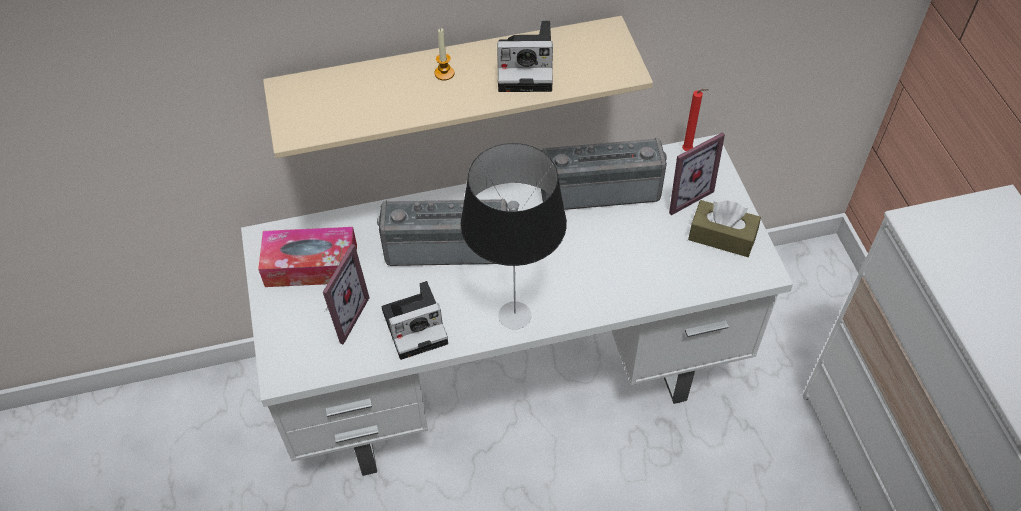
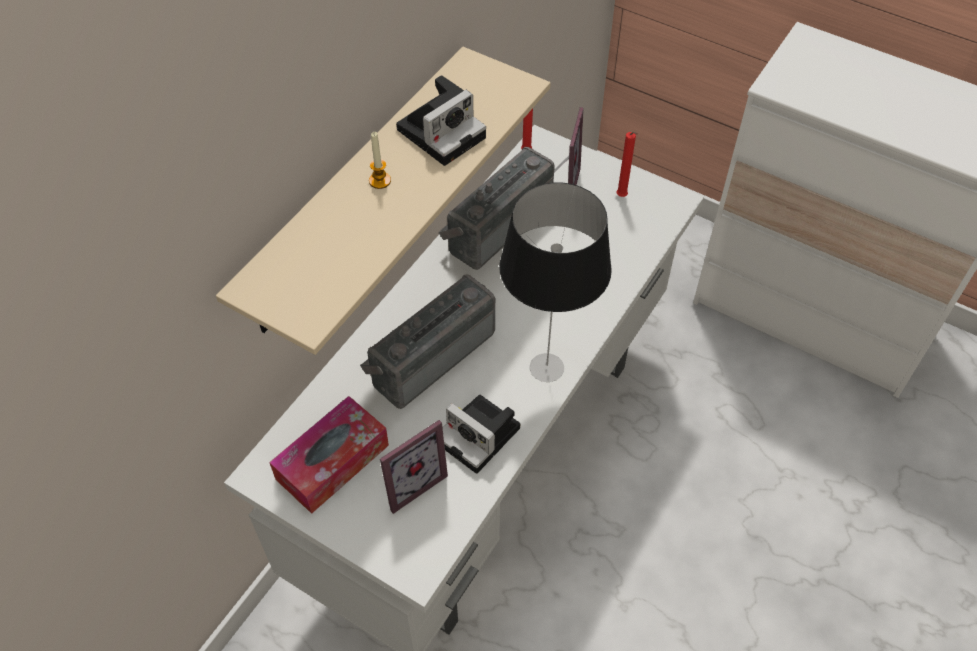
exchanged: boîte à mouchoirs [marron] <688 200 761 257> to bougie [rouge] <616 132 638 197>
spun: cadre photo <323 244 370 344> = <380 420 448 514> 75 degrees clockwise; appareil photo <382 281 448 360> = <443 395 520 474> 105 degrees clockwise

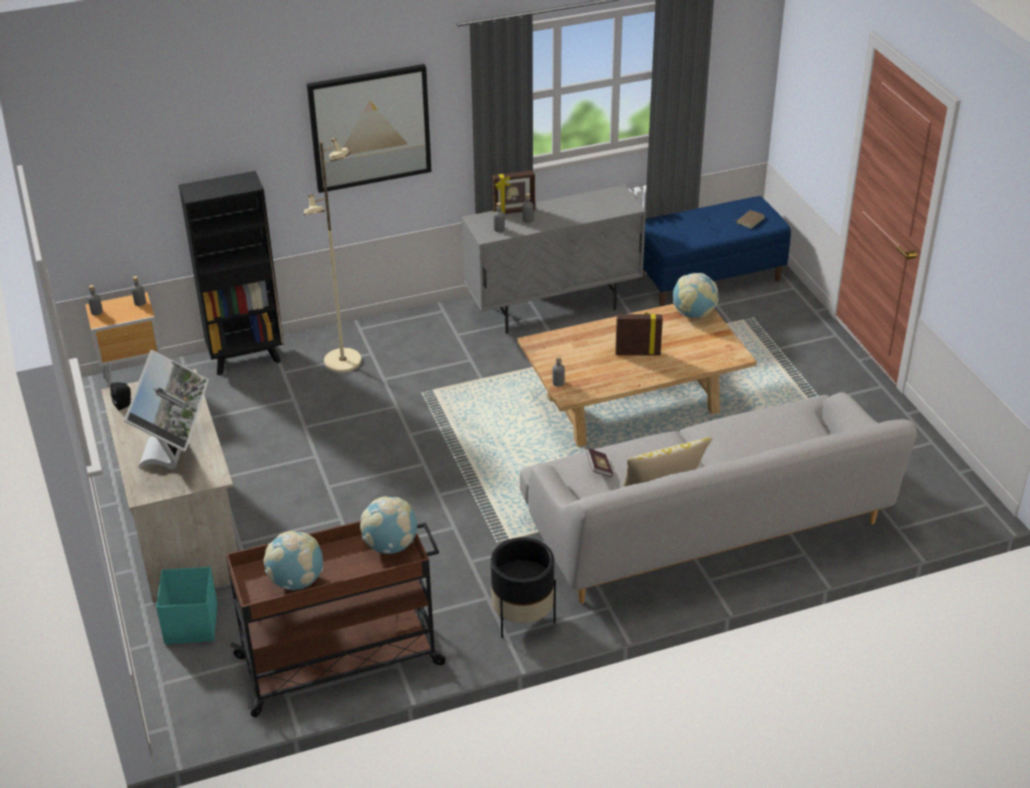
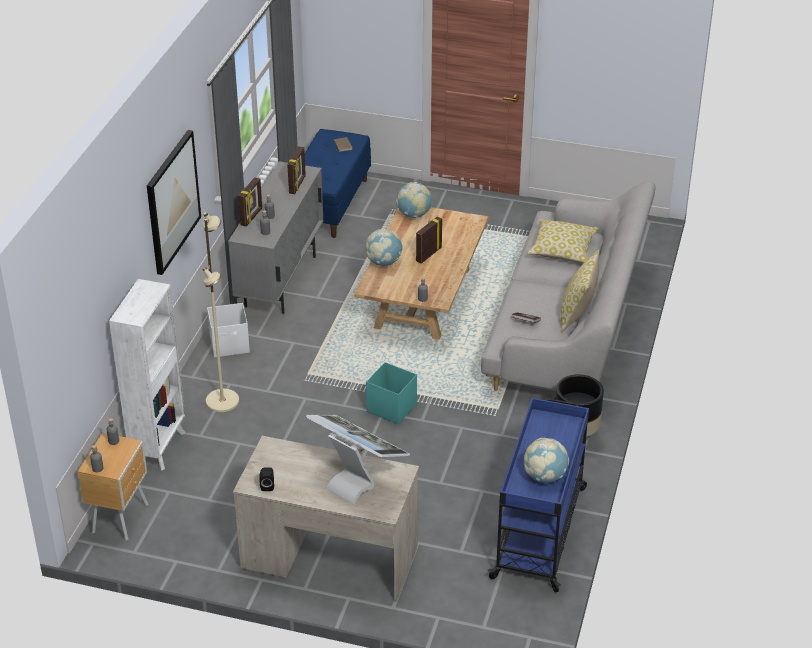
appeared: cadre photo <287 146 306 194>; coussin <528 219 599 263>; boîte de rangement [blanc] <207 303 250 357>
relocated: globe <360 497 417 554> to <365 229 403 266>; boîte de rangement [turquoise] <156 567 218 645> to <366 362 417 424>
colour: bibliothèque [noir] <179 171 284 376> to bibliothèque [blanc] <109 279 186 470>; chariot [marron] <226 521 446 717> to chariot [bleu] <487 398 589 593>

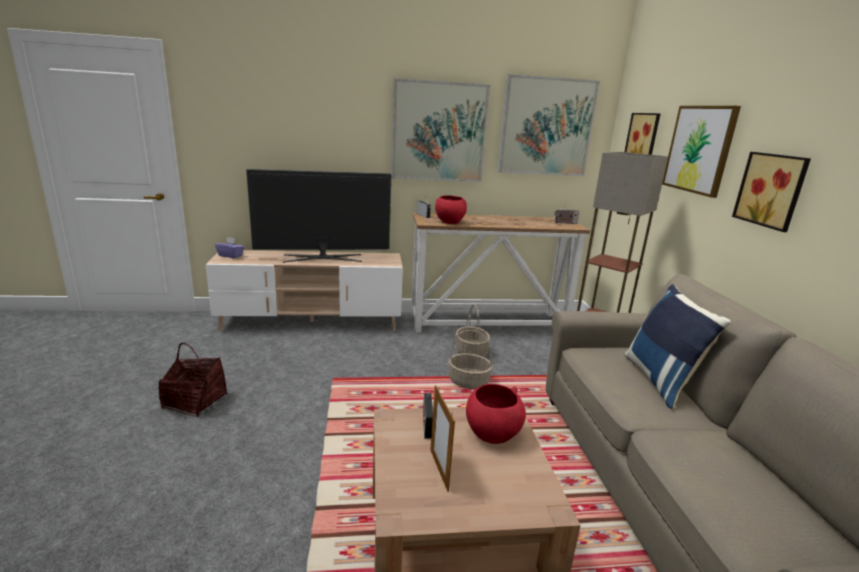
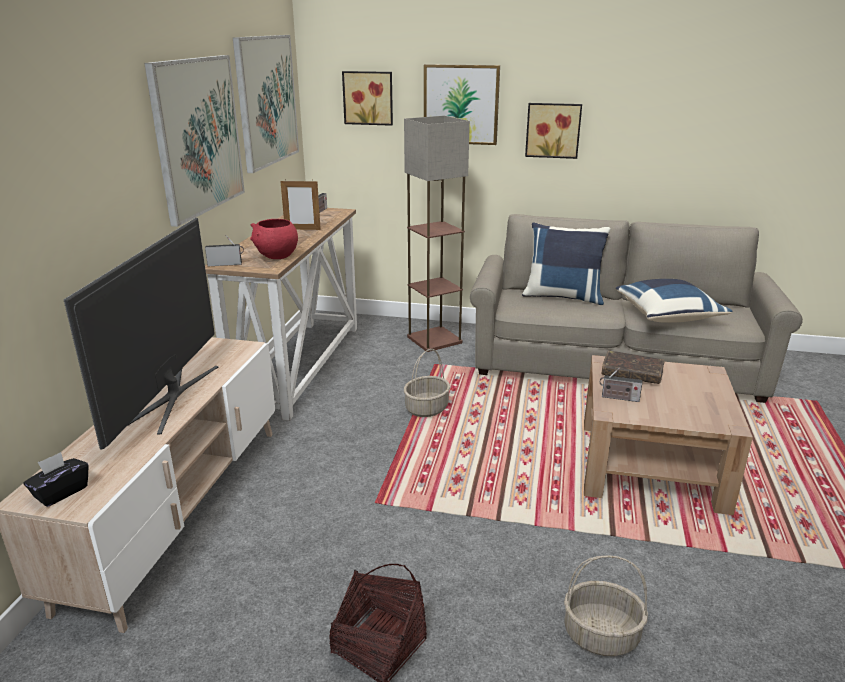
appeared: coussin [bleu] <616 279 732 323>
relocated: panier <456 304 490 357> to <564 555 648 656>; cadre photo <430 385 455 492> to <280 179 321 230>
exchanged: bol [rouge] <466 383 526 444> to livre [marron] <602 351 665 384>
colour: boîte à mouchoirs [violet] <215 237 244 259> to boîte à mouchoirs [noir] <23 452 88 507>

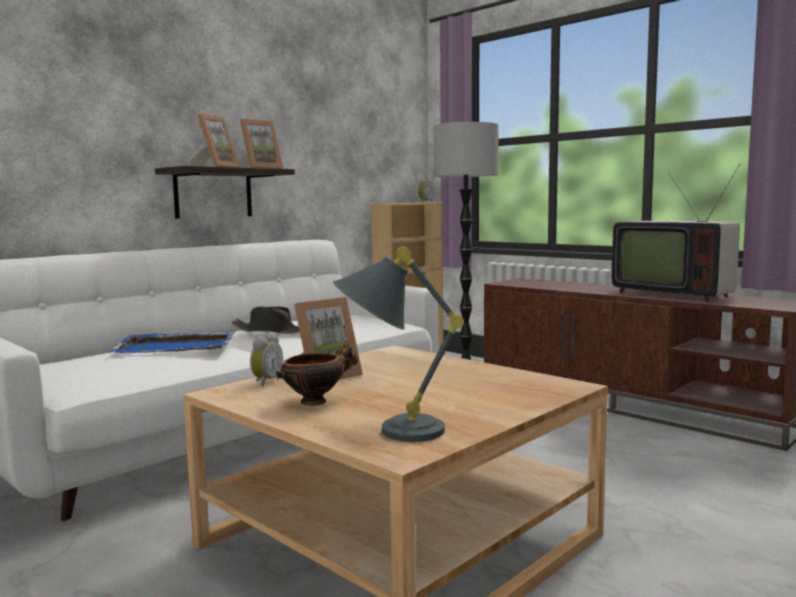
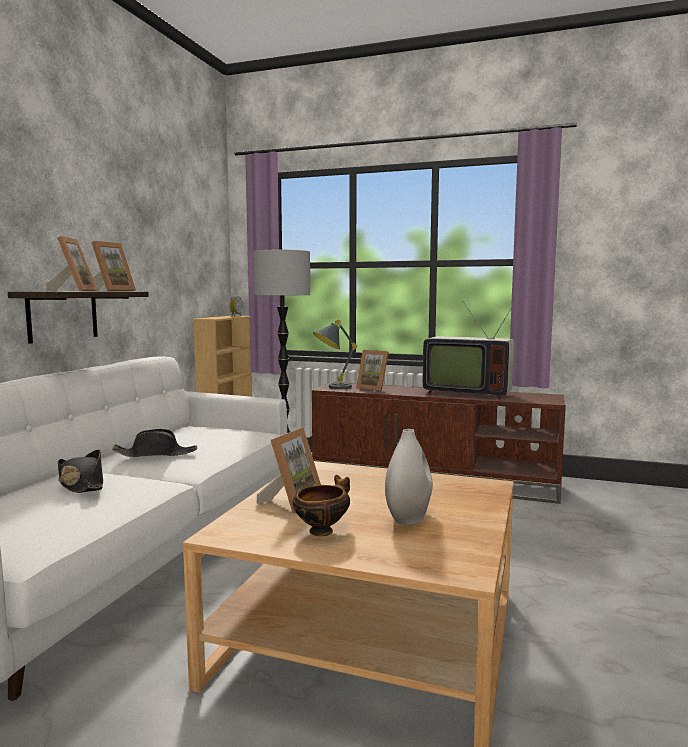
missing: réveil <250 333 283 386>
appeared: cadre photo <356 350 388 391>; vase [blanc] <385 429 433 525>
relocated: lampe de table [gris] <333 247 464 442> to <313 319 357 389>
exchanged: plateau [bleu] <108 332 235 353> to chapeau [noir] <58 449 103 493>

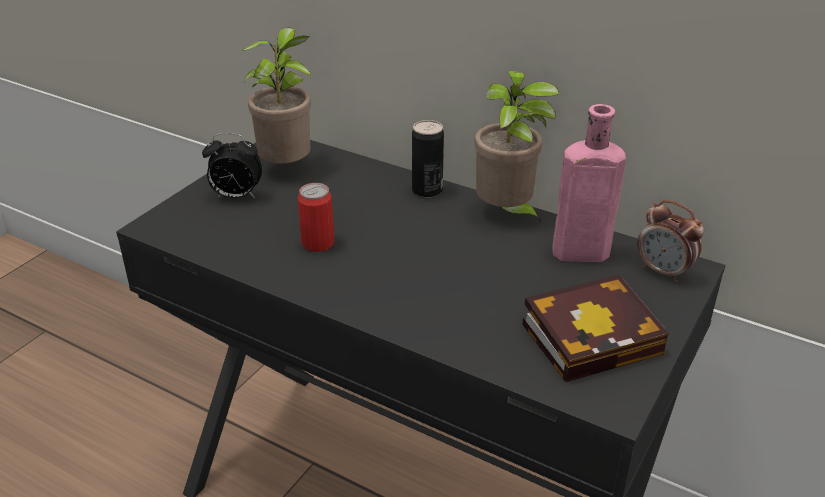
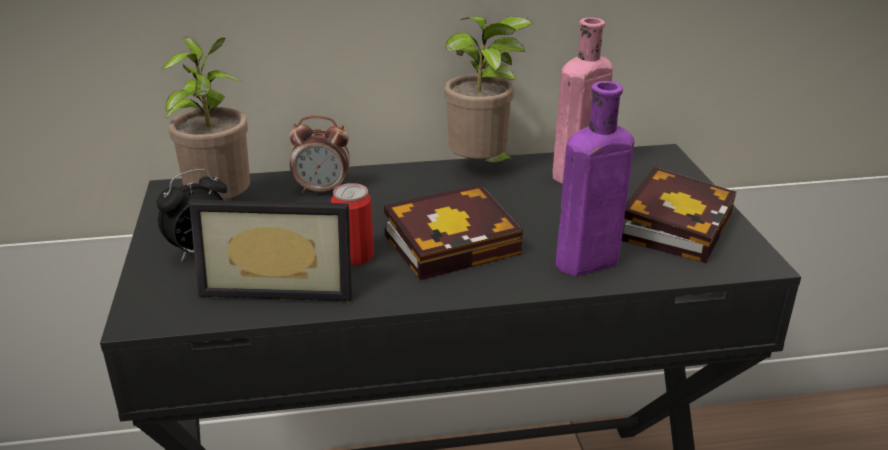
missing: boîte métallique <412 120 444 198>
appeared: bouteille [violet] <556 81 634 276>; livre <384 184 523 280>; cadre photo <189 200 352 301>
relocated: réveil <637 200 704 283> to <289 116 350 193>

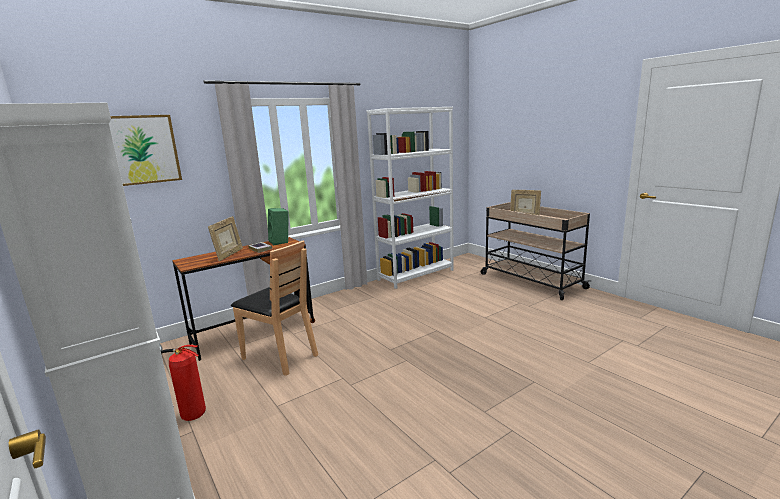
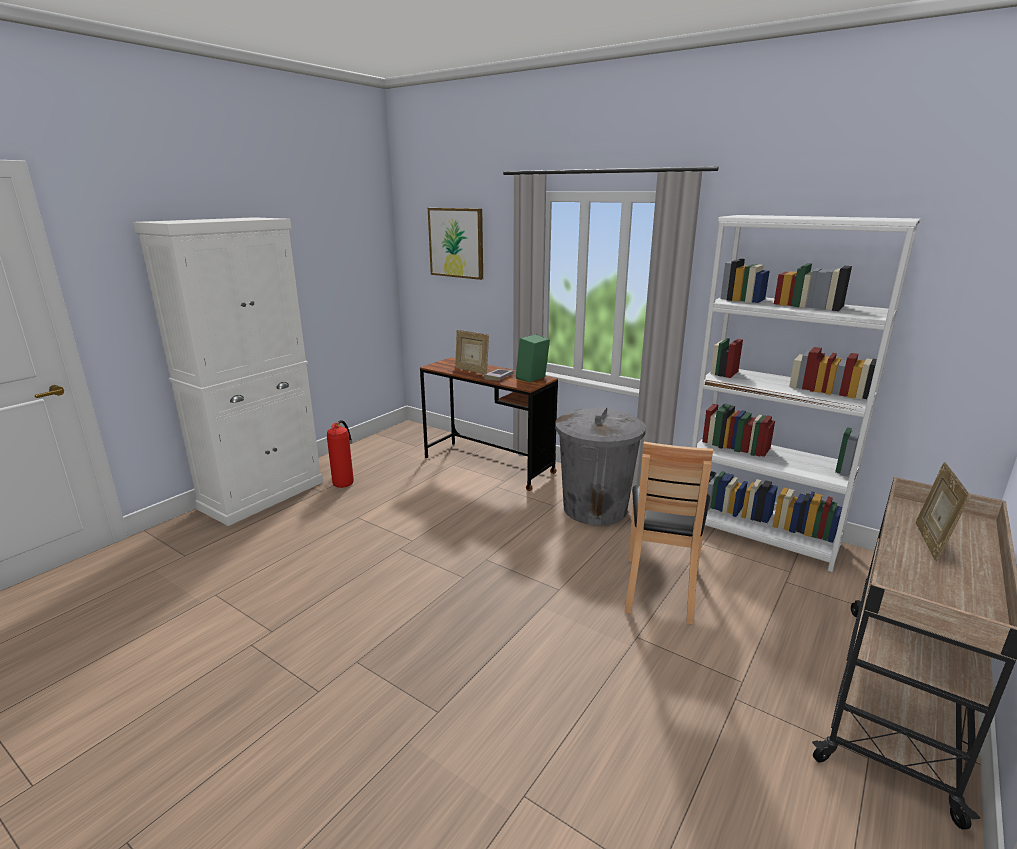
appeared: poubelle [gris] <555 407 646 525>
relocated: chaise [marron] <231 241 318 376> to <624 442 713 625>
spun: cadre photo <208 216 243 261> = <455 330 489 374> 45 degrees clockwise

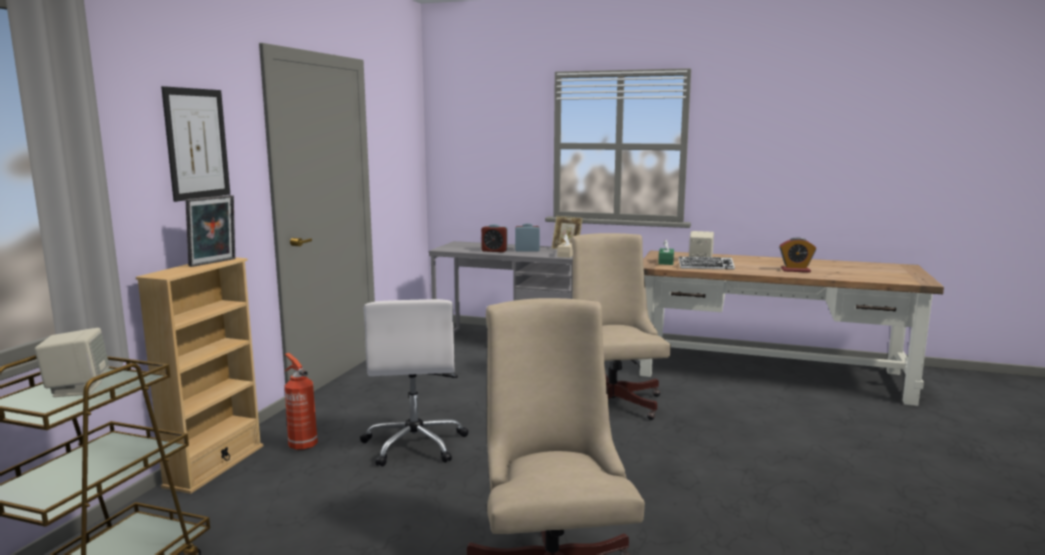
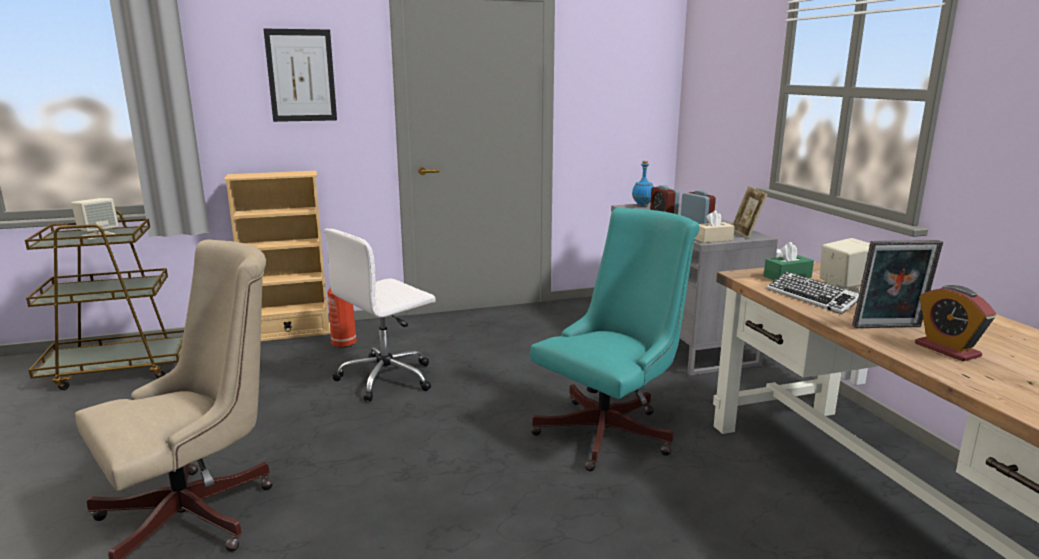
appeared: bouteille [bleu] <632 161 654 206>
relocated: cadre photo <185 195 235 267> to <852 240 943 328>
colour: chaise de bureau [beige] <571 233 671 420> to chaise de bureau [turquoise] <530 208 700 471>

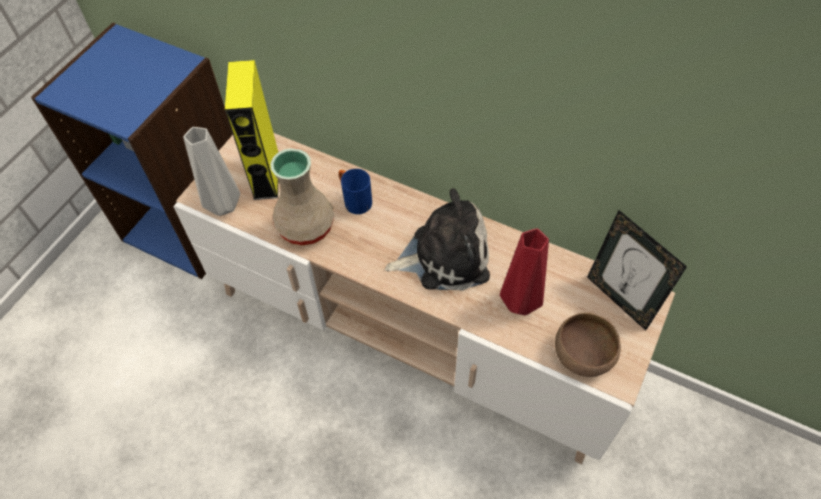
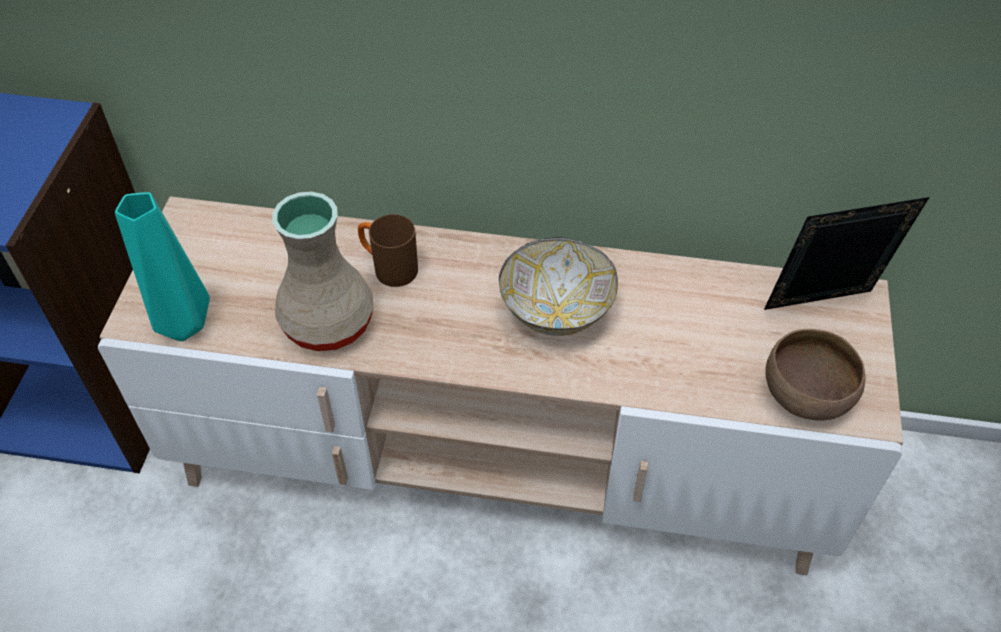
missing: enceinte [jaune] <225 60 278 200>; vase [rouge] <500 228 549 315>
exchanged: peluche <385 188 490 291> to bol <499 237 618 336>
colour: vase [gris] <183 127 240 216> to vase [turquoise] <115 192 210 341>; mug [bleu] <339 169 372 214> to mug [marron] <358 214 418 287>
spun: cadre photo <587 210 687 330> = <764 197 929 310> 135 degrees clockwise

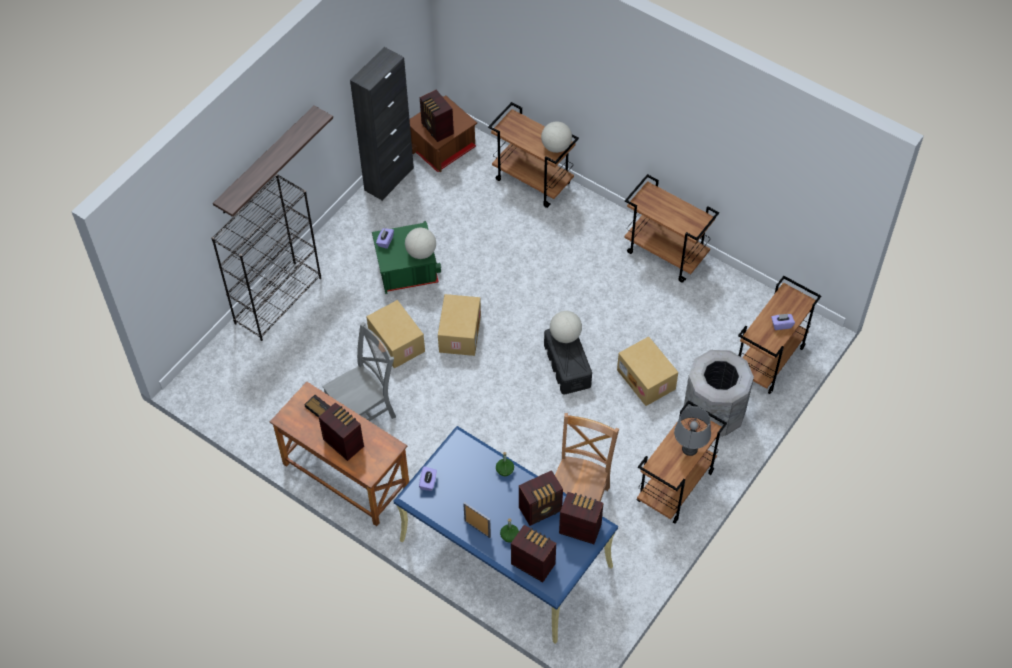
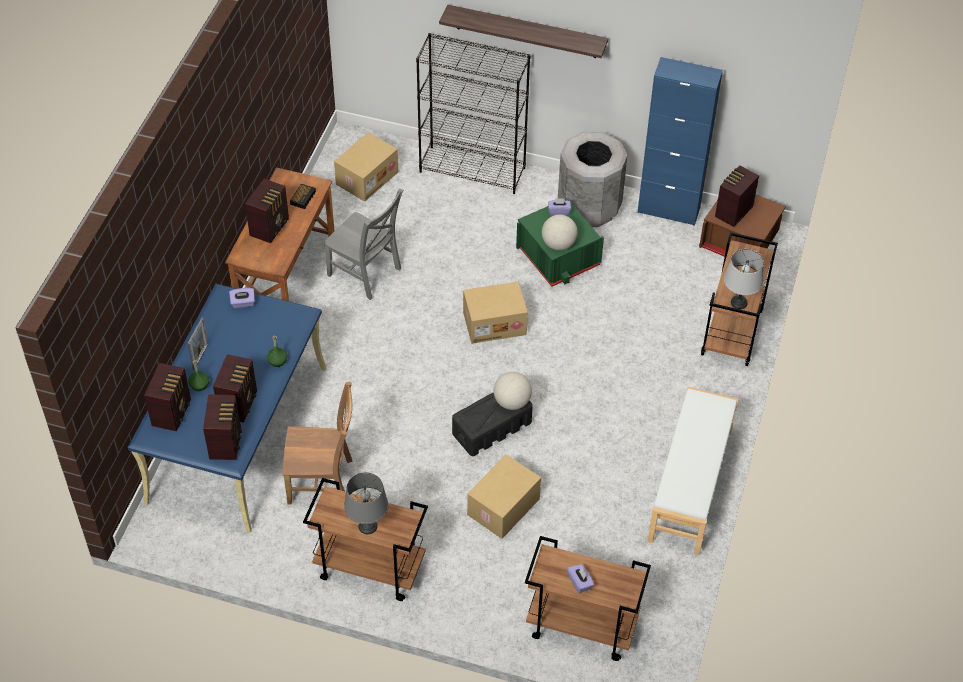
relocated: carton <366 300 425 368> to <334 132 398 202>; poubelle [gris] <684 350 754 437> to <558 132 628 227>
exchanged: globe <541 122 572 153> to lampe de table [gris] <724 249 764 309>; chariot [marron] <624 174 719 283> to banc [blanc] <647 387 738 555>
colour: meuble de rangement [noir] <350 47 414 201> to meuble de rangement [bleu] <637 57 723 226>
spun: radio <519 470 563 526> = <213 354 257 423> 120 degrees counterclockwise

